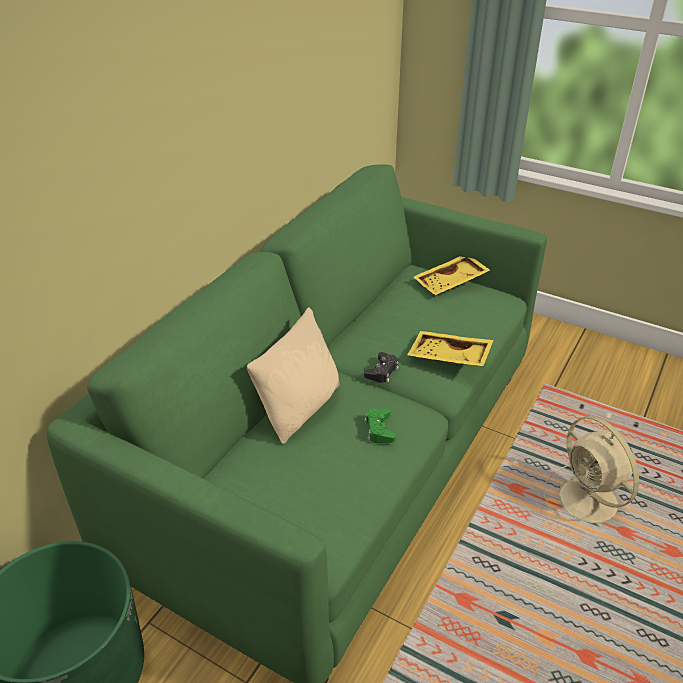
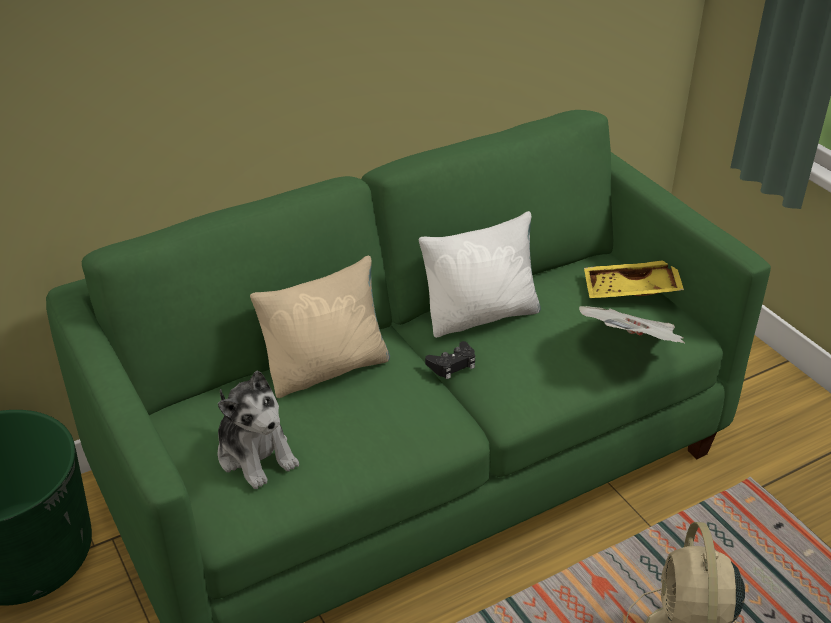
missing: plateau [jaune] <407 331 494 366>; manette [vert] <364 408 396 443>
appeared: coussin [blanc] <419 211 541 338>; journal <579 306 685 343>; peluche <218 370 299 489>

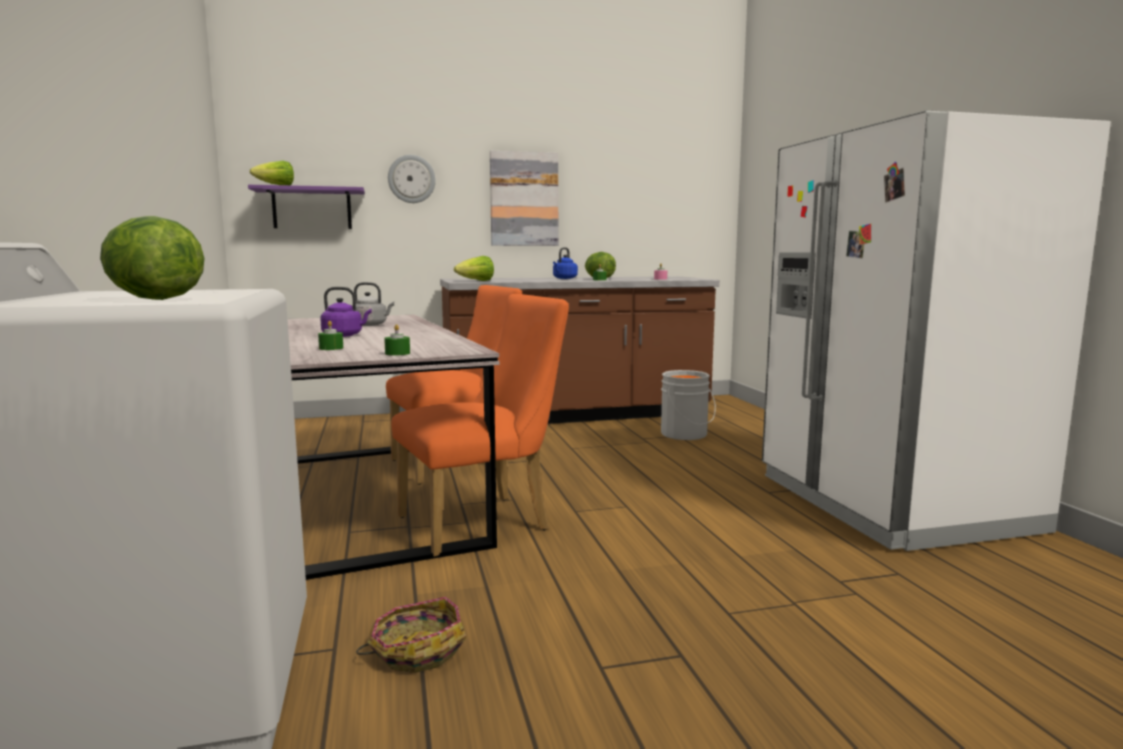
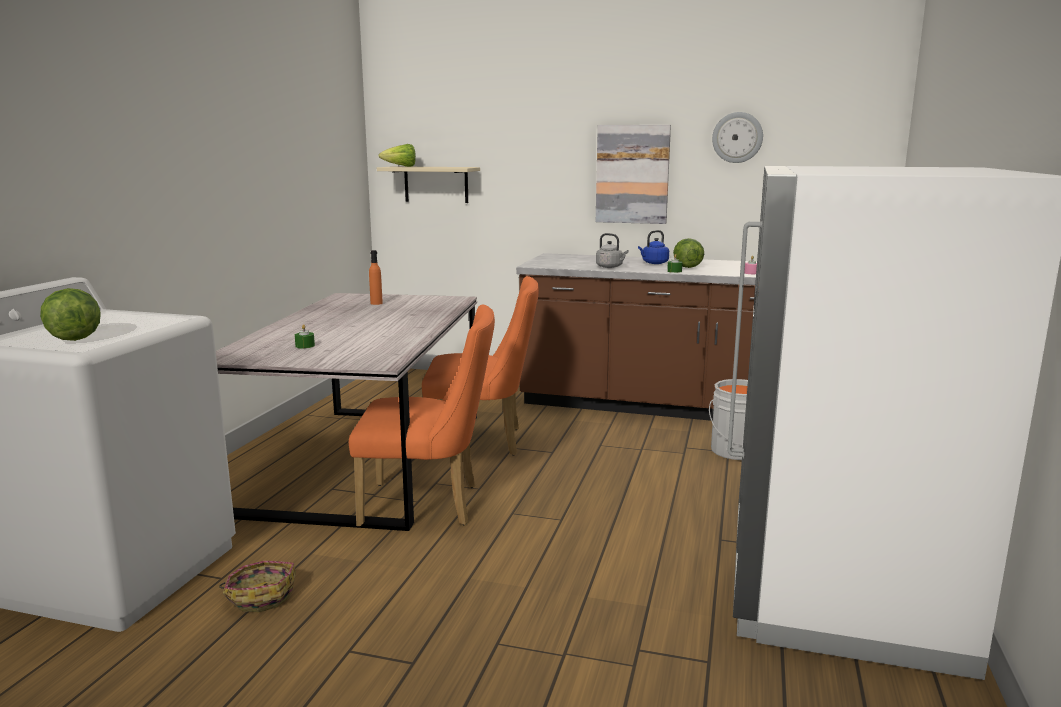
missing: laitue <454 256 494 281>; bouilloire [violet] <320 287 372 337>; bougie [vert] <384 324 410 356>
appeared: bouteille [orange] <369 250 383 305>
relocated: horloge murale <388 155 436 203> to <712 112 763 163>; bouilloire [gris] <352 282 394 326> to <596 233 628 268>
colour: étagère [violet] <248 185 365 229> to étagère [beige] <377 166 480 203>

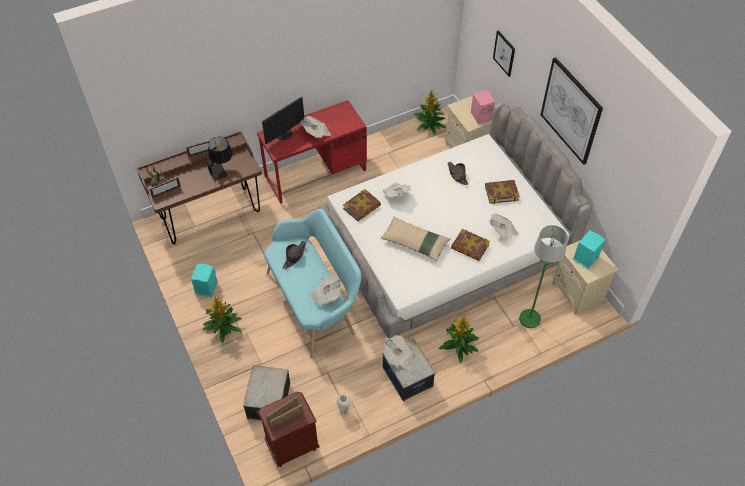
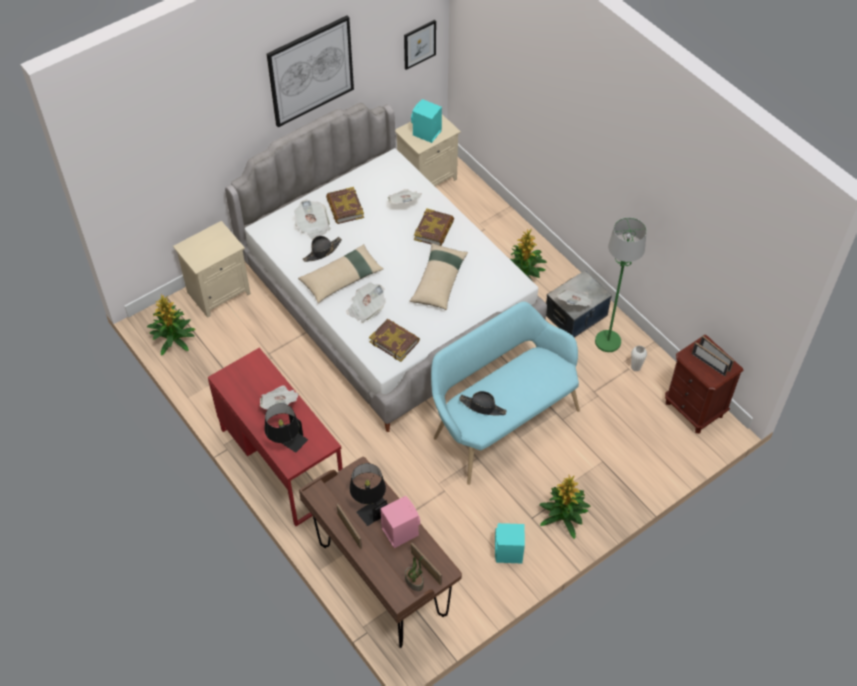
missing: boîte de rangement <243 365 290 420>
appeared: coussin [beige] <298 244 384 303>
relocated: tableau <493 30 515 77> to <404 20 436 70>; enceinte [rose] <471 90 495 124> to <380 496 420 548>; lampadaire [vert] <519 225 568 328> to <595 217 647 352>; journal <309 275 342 307> to <294 199 331 241>
exchanged: écran d'ordinateur <262 97 304 144> to lampe de table [noir] <264 403 308 453>

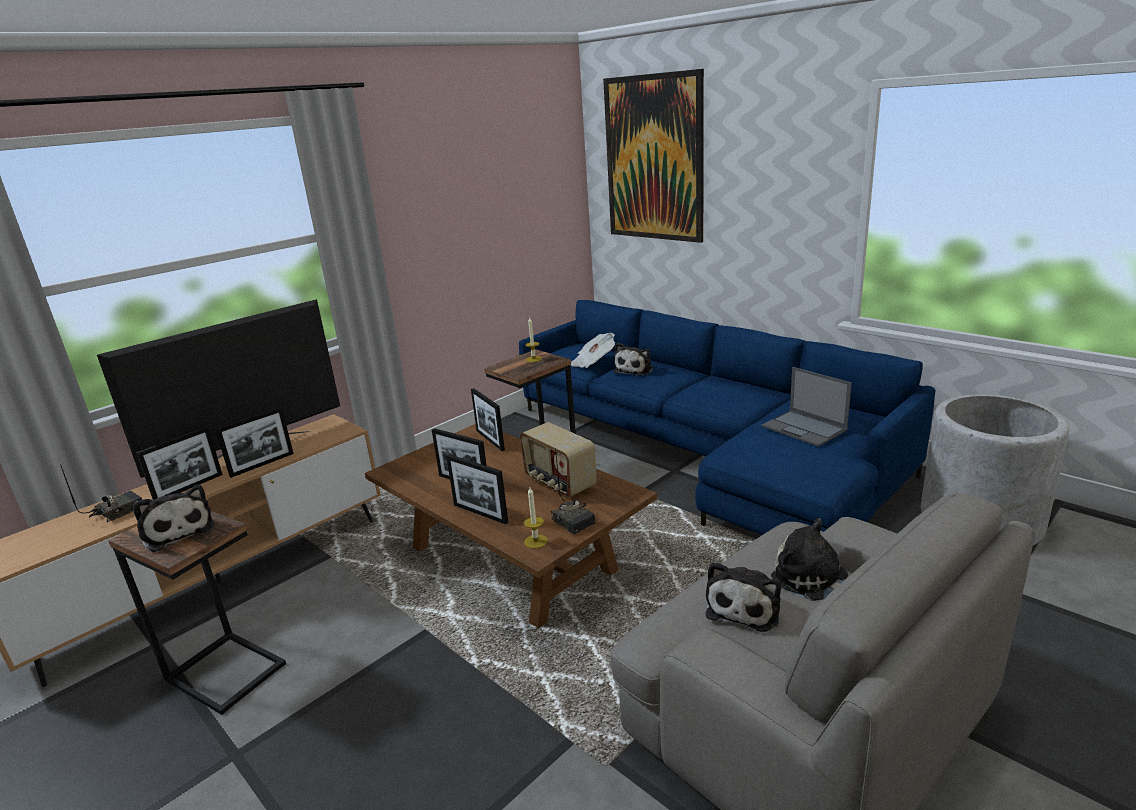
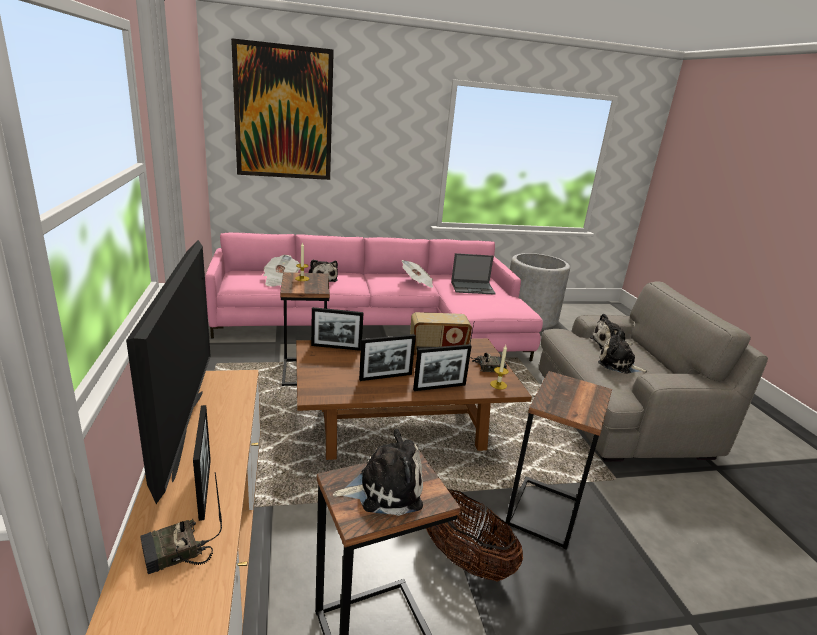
missing: cadre photo <215 407 294 478>
appeared: journal <402 260 433 288>; table d'appoint <506 371 612 550>; panier <426 489 523 582>
colour: canapé [bleu] <519 300 935 535> to canapé [rose] <205 233 543 361>
spun: radio <60 464 142 522> = <140 473 222 574> 105 degrees counterclockwise; peluche <706 562 781 632> = <598 331 649 374> 150 degrees clockwise

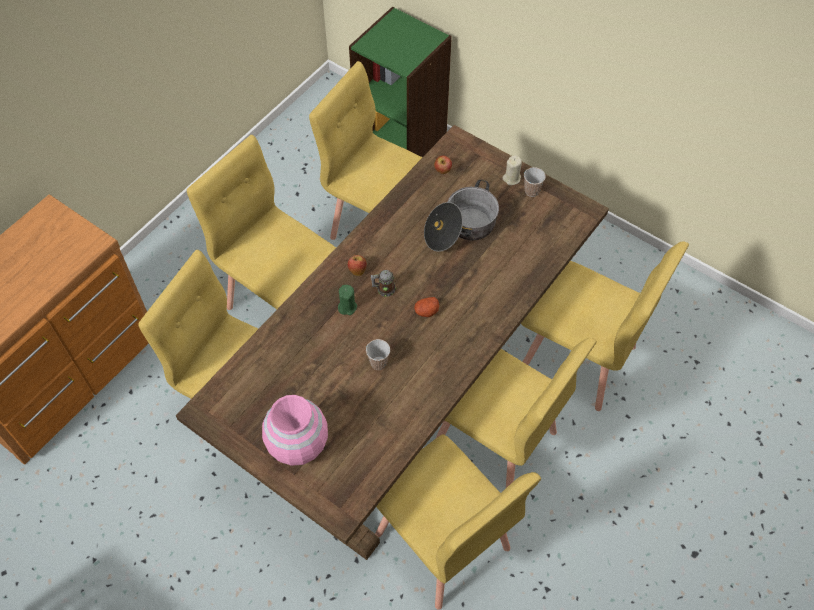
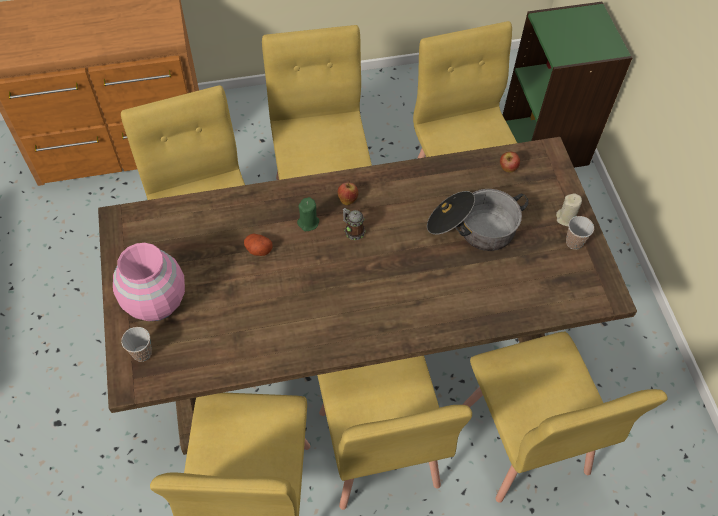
relocated: pomme de terre <414 297 439 317> to <244 233 273 256>; tasse <366 339 390 370> to <121 327 152 362>

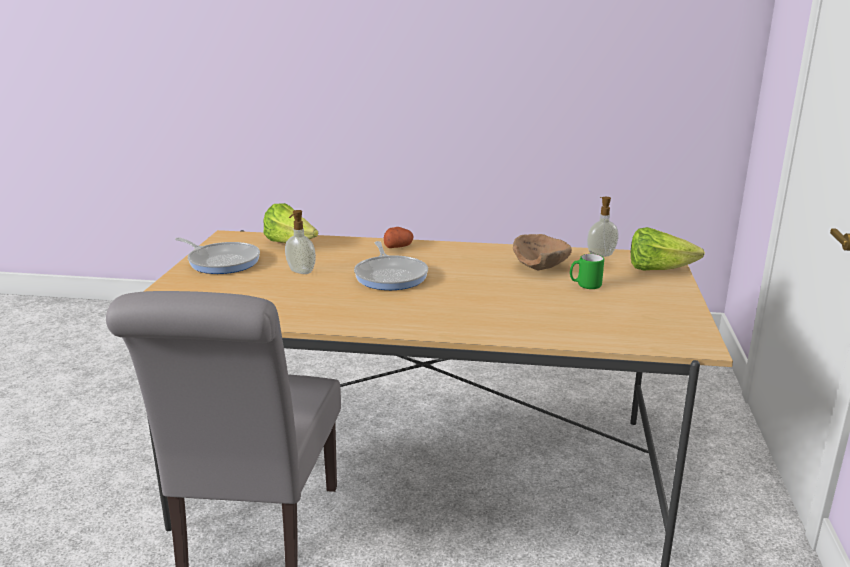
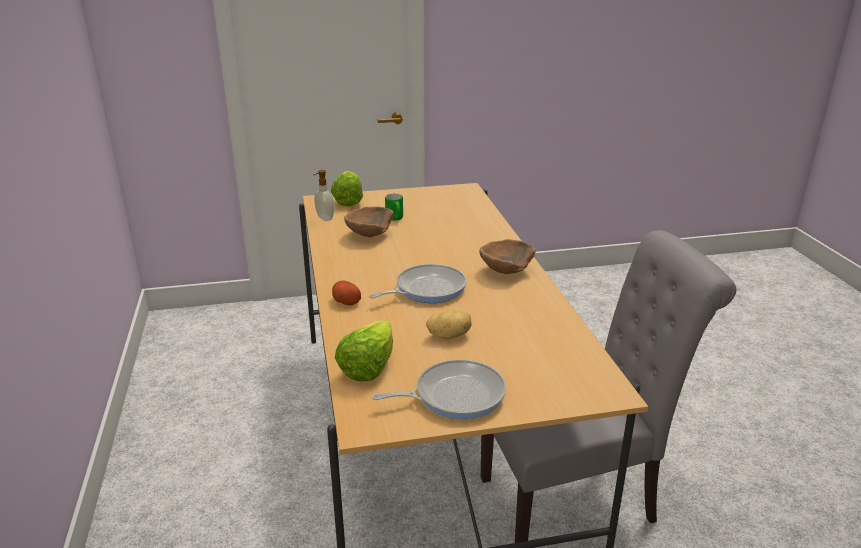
appeared: bol [marron] <479 239 536 274>
exchanged: distributeur de savon <285 210 316 274> to pomme de terre <426 310 472 339>
spun: poêle <175 237 260 274> = <372 359 506 420> 60 degrees clockwise

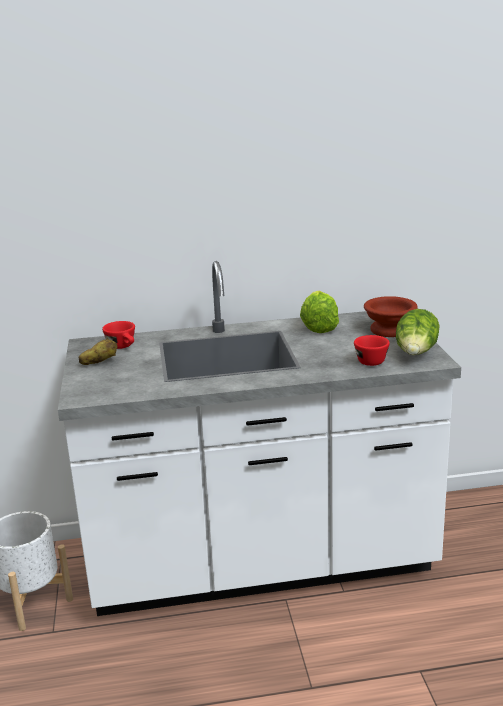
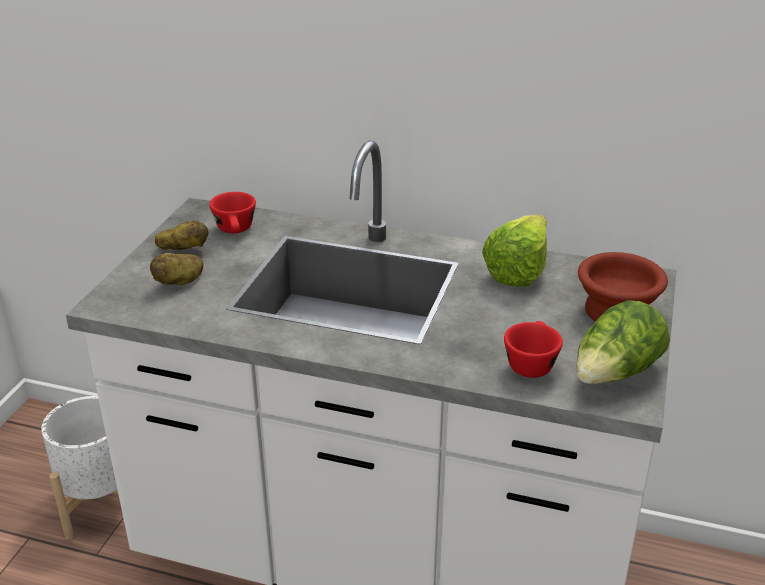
appeared: pomme de terre <150 253 203 285>

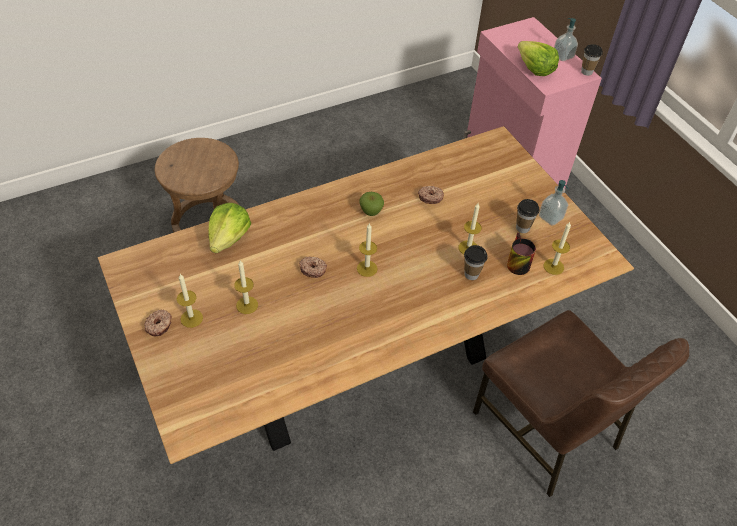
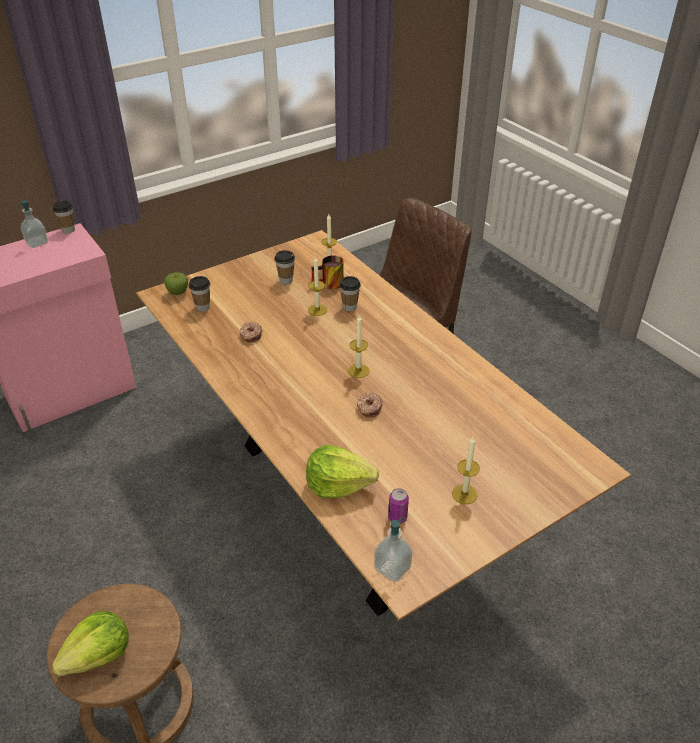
missing: bougie <234 261 258 314>; beignet <144 310 172 336>
appeared: tasse <189 276 210 312>; boîte métallique <388 488 409 524>
relocated: laitue <518 41 559 76> to <52 611 129 677>; distributeur de savon <539 180 569 225> to <374 518 413 582>; pomme <359 192 384 216> to <164 272 188 295>

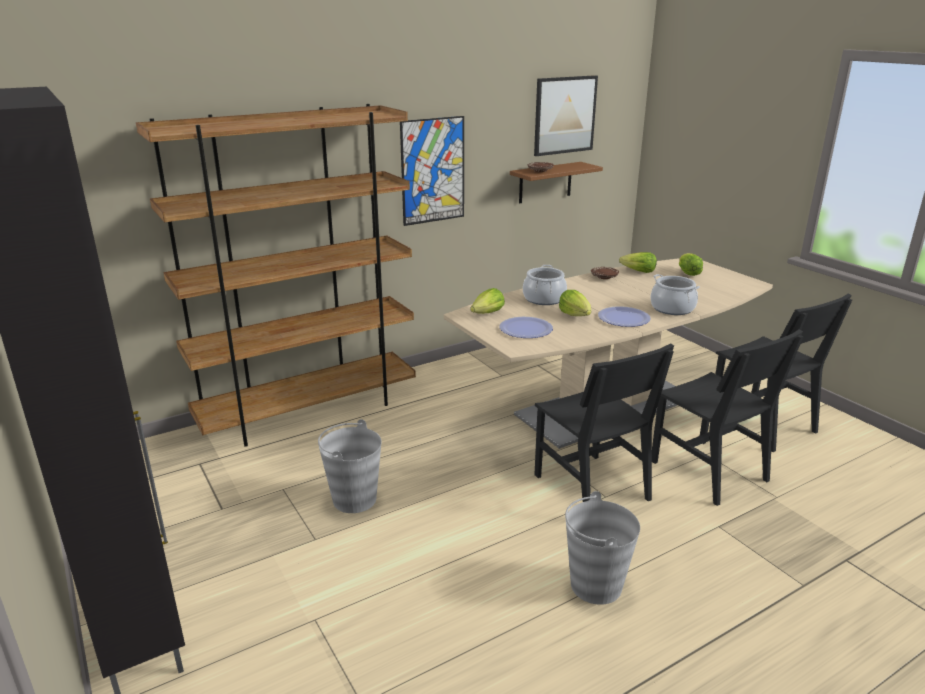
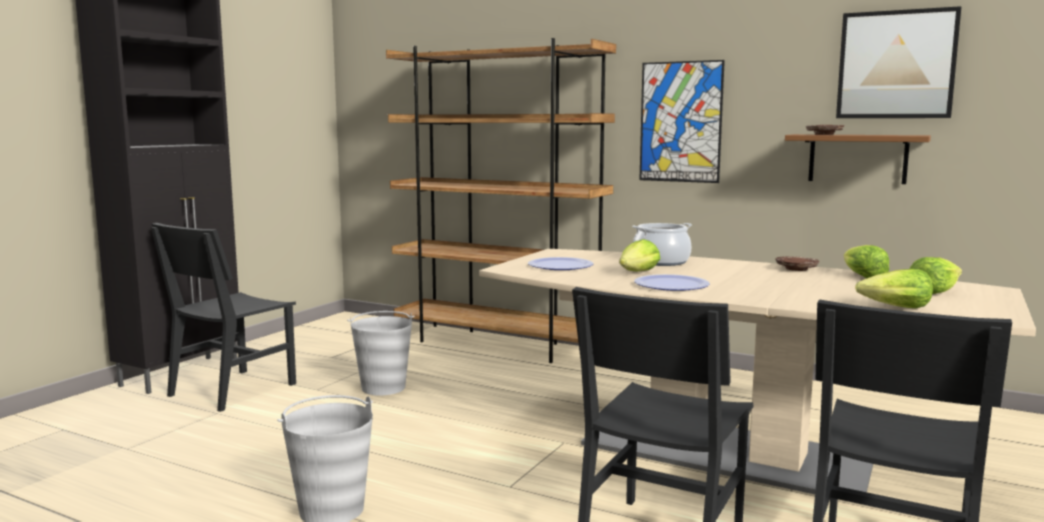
missing: marmite <650 274 700 315>
relocated: laitue <470 288 505 314> to <855 269 933 309>; chaise [noir] <534 343 674 502> to <151 223 296 412>

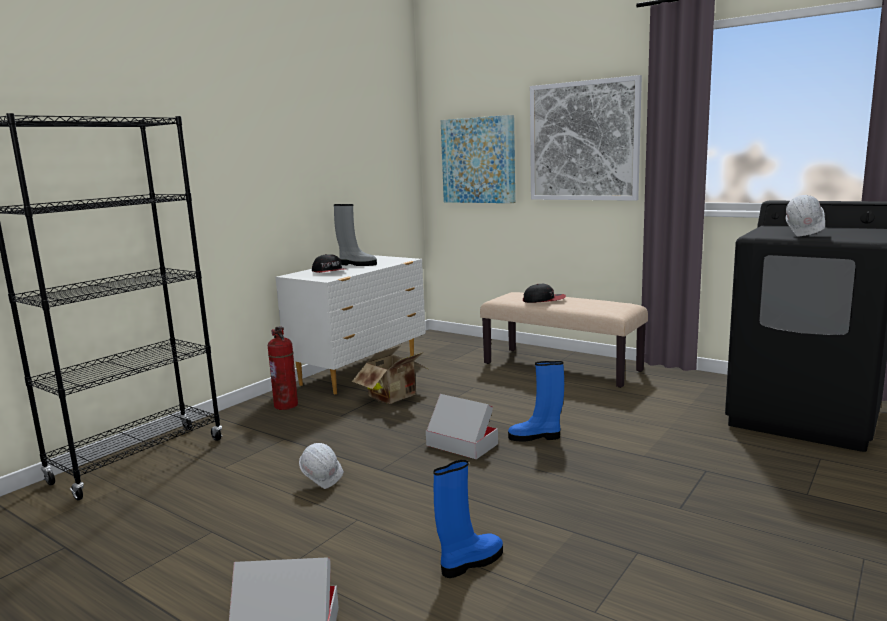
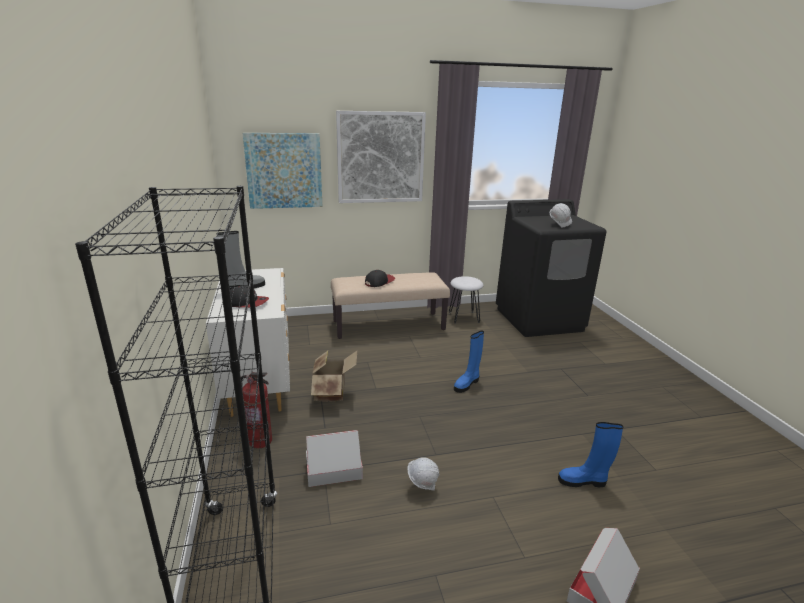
appeared: tabouret [blanc] <449 276 483 324>
relocated: carton <426 394 498 459> to <306 430 363 487>
spun: botte [bleu] <433 460 503 578> = <558 422 623 487> 90 degrees counterclockwise

